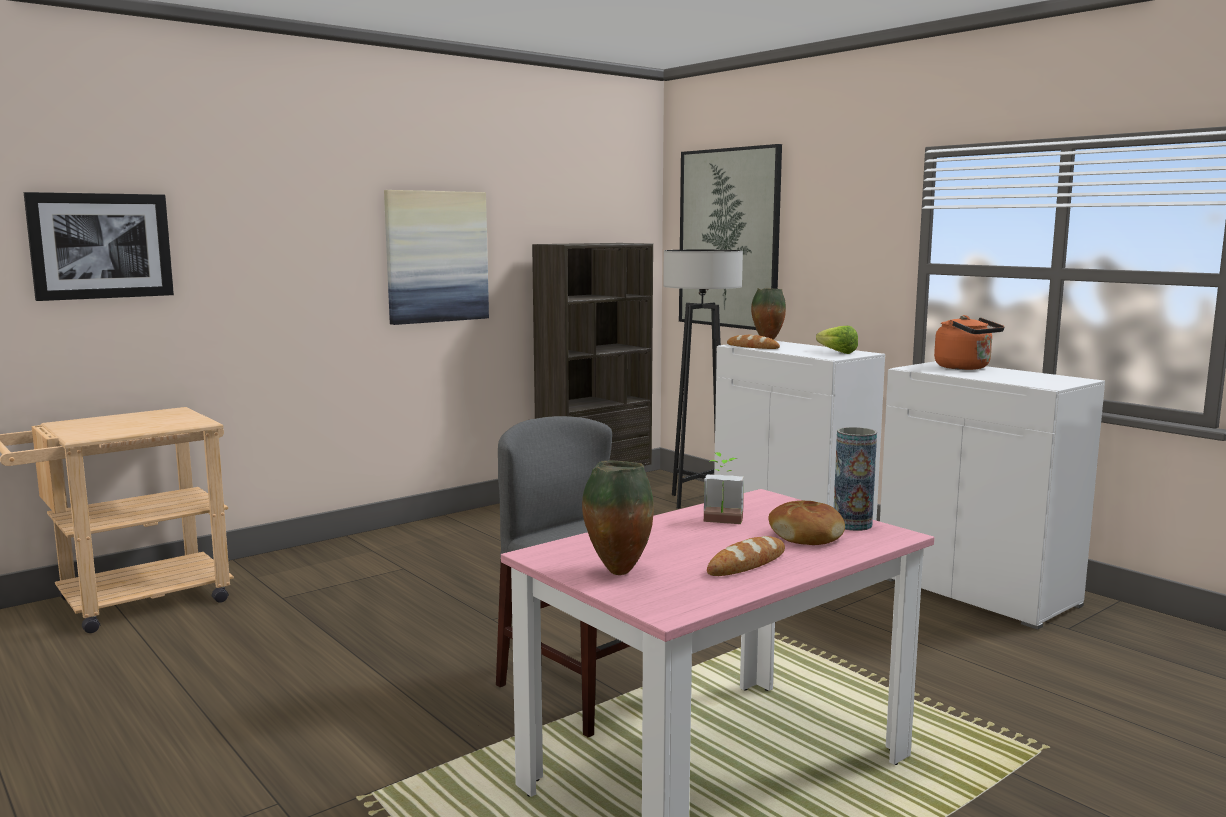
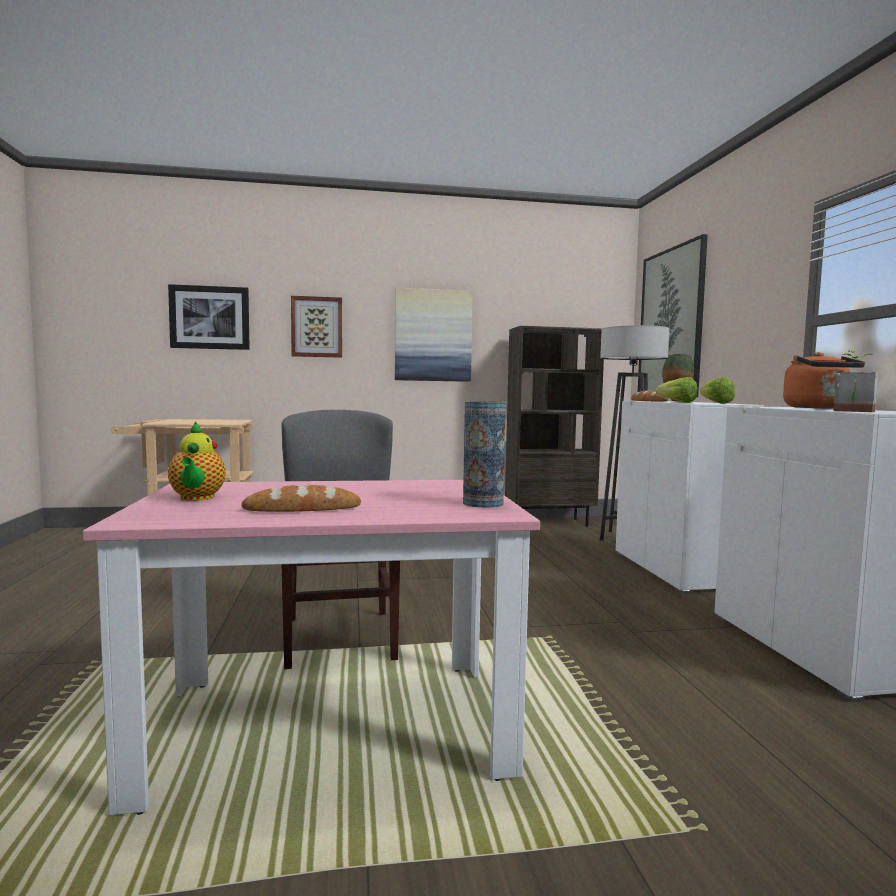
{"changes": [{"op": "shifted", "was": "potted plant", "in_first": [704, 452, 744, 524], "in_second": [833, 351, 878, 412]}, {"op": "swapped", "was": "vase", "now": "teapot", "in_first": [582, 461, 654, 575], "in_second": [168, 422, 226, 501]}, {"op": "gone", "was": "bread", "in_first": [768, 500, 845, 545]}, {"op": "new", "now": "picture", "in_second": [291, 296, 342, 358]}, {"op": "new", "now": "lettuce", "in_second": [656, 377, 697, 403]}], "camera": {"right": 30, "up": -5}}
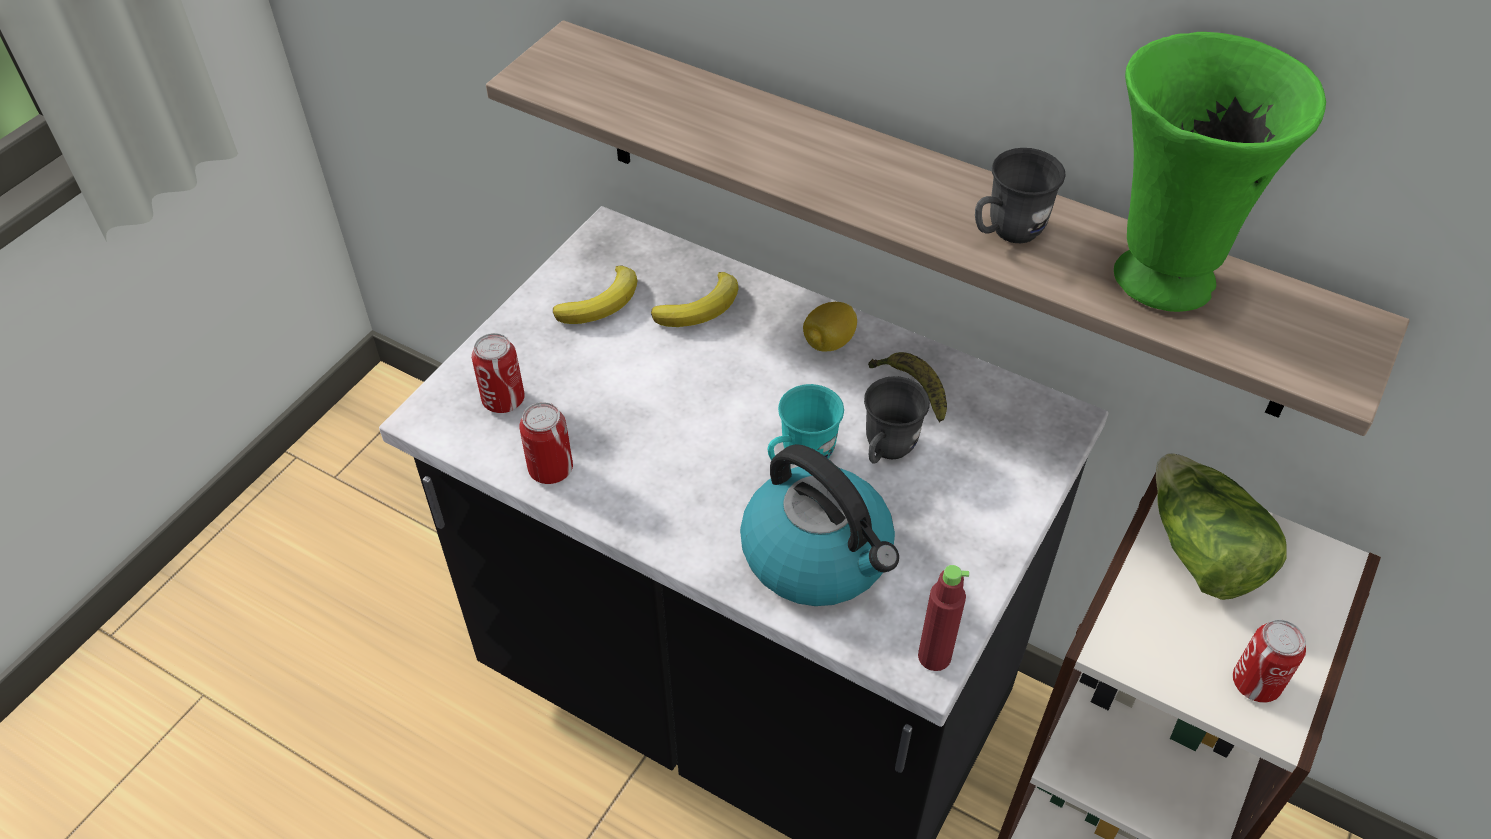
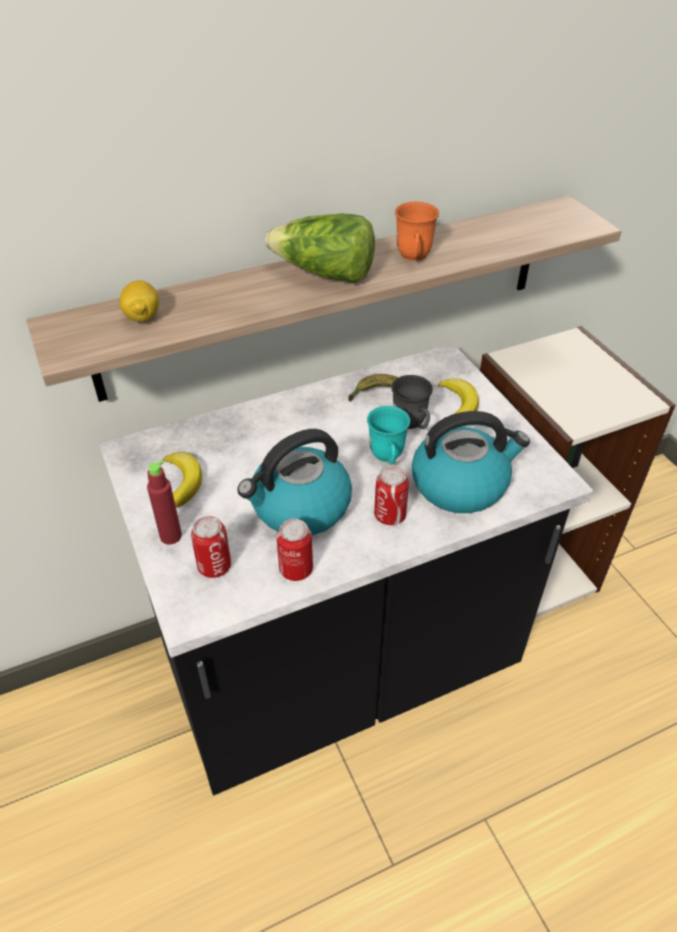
{"changes": [{"op": "gone", "was": "green vase", "in_first": [1114, 32, 1326, 312]}, {"op": "repainted", "was": "grey mug", "now": "orange mug", "in_first": [975, 148, 1066, 243], "in_second": [395, 201, 439, 261]}, {"op": "shifted", "was": "banana", "in_first": [651, 272, 739, 327], "in_second": [438, 378, 479, 414]}, {"op": "shifted", "was": "lemon", "in_first": [803, 302, 857, 352], "in_second": [120, 280, 159, 322]}, {"op": "shifted", "was": "lettuce", "in_first": [1156, 453, 1287, 600], "in_second": [265, 214, 375, 283]}, {"op": "shifted", "was": "red bottle", "in_first": [918, 565, 969, 671], "in_second": [147, 461, 182, 545]}, {"op": "shifted", "was": "can", "in_first": [1233, 619, 1306, 703], "in_second": [374, 466, 409, 525]}, {"op": "new", "now": "kettle", "in_second": [238, 429, 352, 535]}], "camera": {"right": -55, "up": -5}}
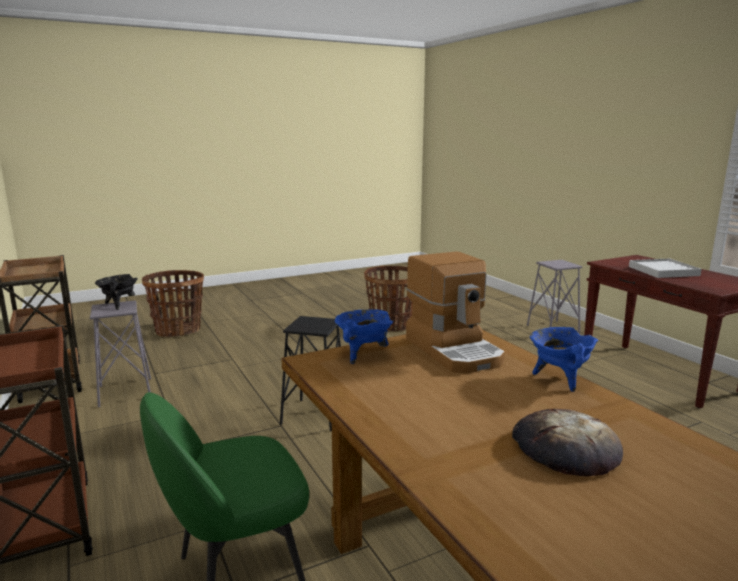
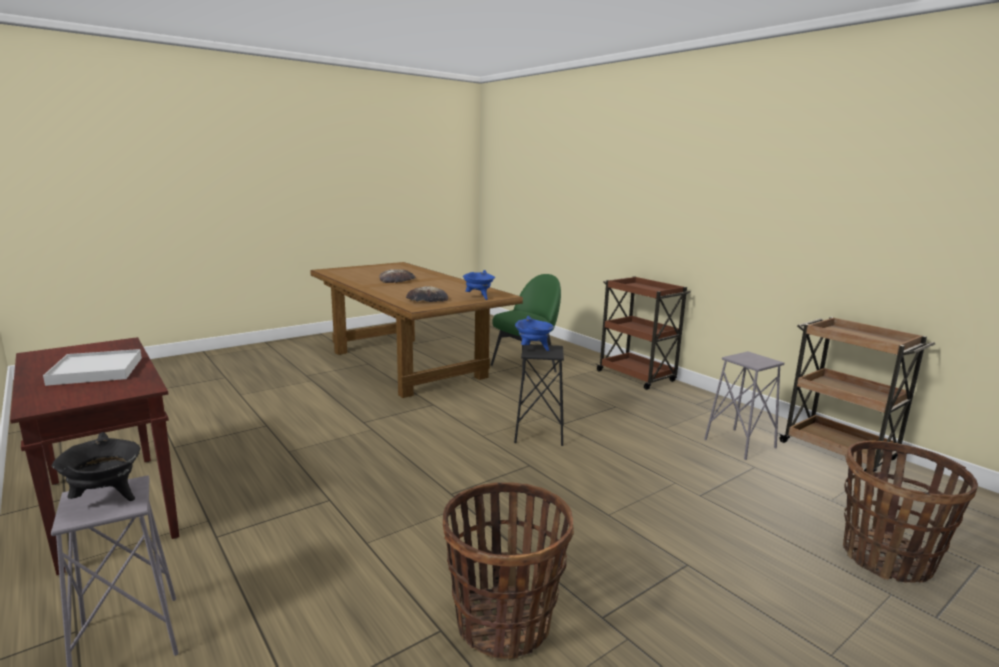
{"changes": [{"op": "swapped", "was": "coffee machine", "now": "bread", "in_first": [406, 251, 505, 374], "in_second": [406, 286, 448, 302]}, {"op": "shifted", "was": "black cooking pot", "in_first": [95, 274, 138, 310], "in_second": [52, 432, 140, 501]}, {"op": "shifted", "was": "blue cooking pot", "in_first": [530, 327, 598, 392], "in_second": [515, 316, 554, 351]}], "camera": {"right": 170, "up": 0}}
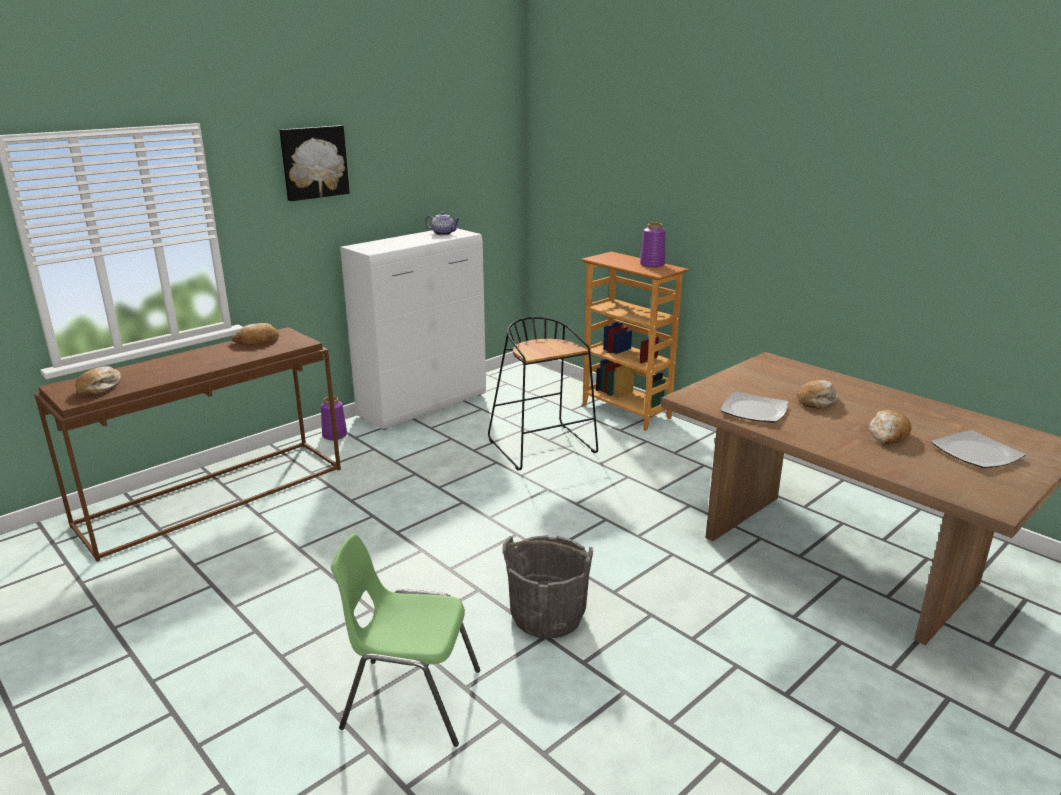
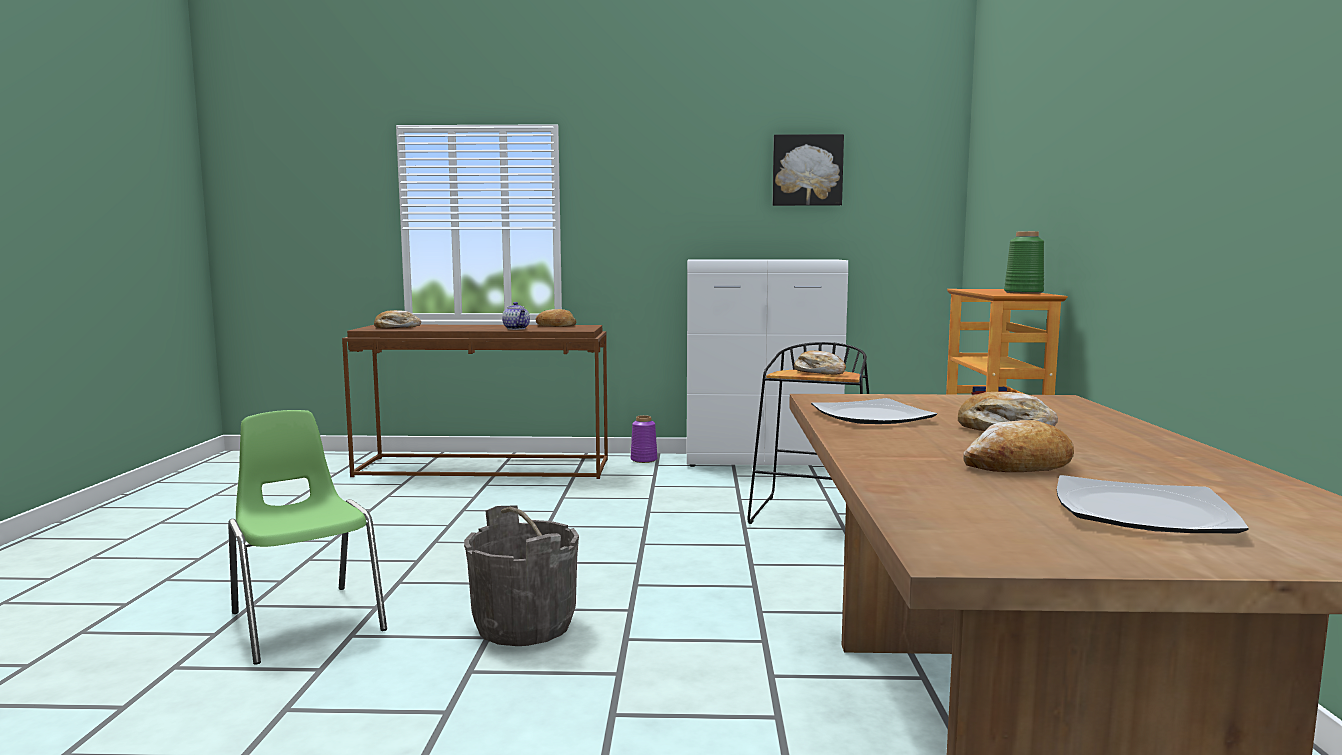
{"changes": [{"op": "shifted", "was": "picture", "in_first": [279, 125, 350, 201], "in_second": [772, 134, 844, 206]}, {"op": "shifted", "was": "teapot", "in_first": [425, 212, 461, 235], "in_second": [502, 302, 530, 330]}, {"op": "repainted", "was": "purple vase", "now": "green vase", "in_first": [640, 223, 665, 268], "in_second": [1004, 231, 1044, 294]}, {"op": "new", "now": "bread", "in_second": [794, 350, 846, 375]}], "camera": {"right": 45, "up": -15}}
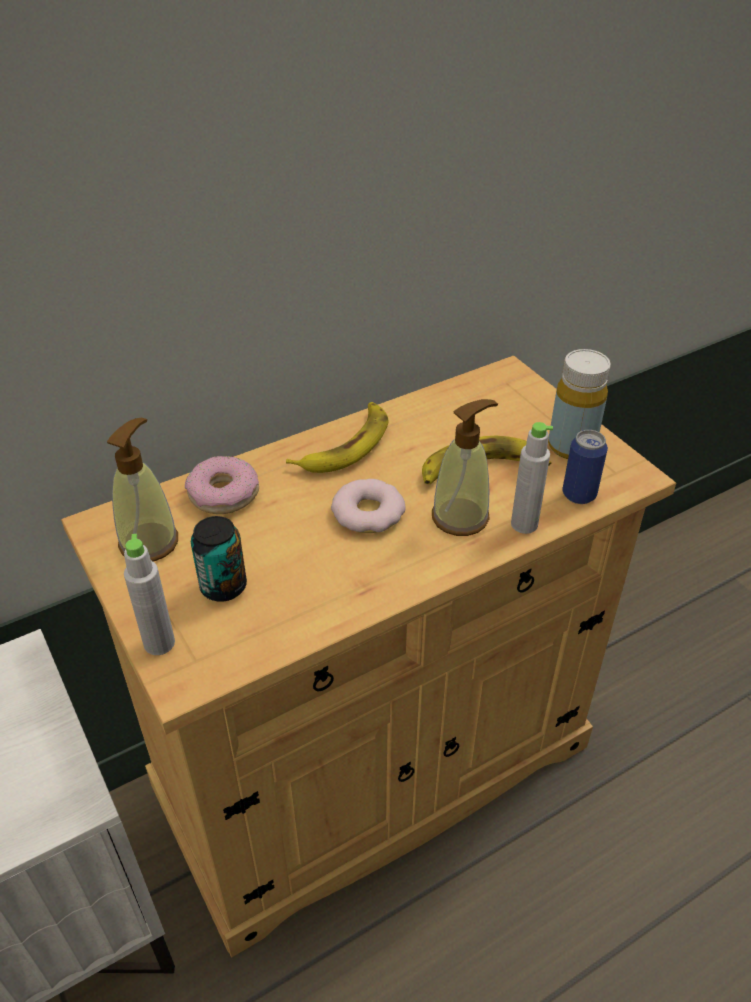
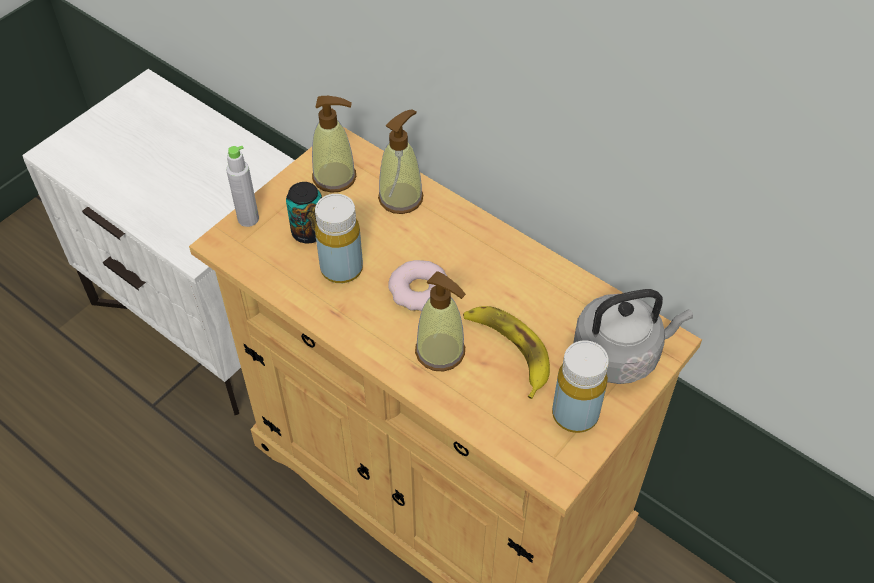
{"changes": [{"op": "gone", "was": "banana", "in_first": [286, 402, 389, 473]}, {"op": "gone", "was": "grey bottle", "in_first": [511, 422, 553, 534]}, {"op": "gone", "was": "can", "in_first": [562, 430, 608, 504]}, {"op": "swapped", "was": "donut", "now": "soap dispenser", "in_first": [185, 456, 259, 514], "in_second": [378, 109, 423, 214]}, {"op": "new", "now": "yellow bottle", "in_second": [315, 194, 363, 283]}, {"op": "new", "now": "grey kettle", "in_second": [573, 289, 693, 384]}], "camera": {"right": 70, "up": 10}}
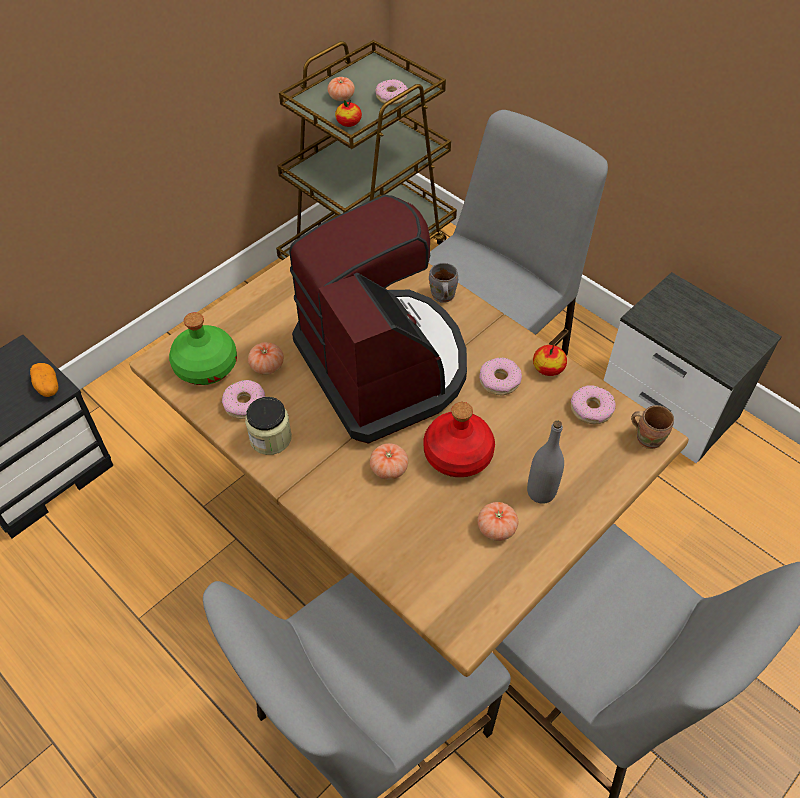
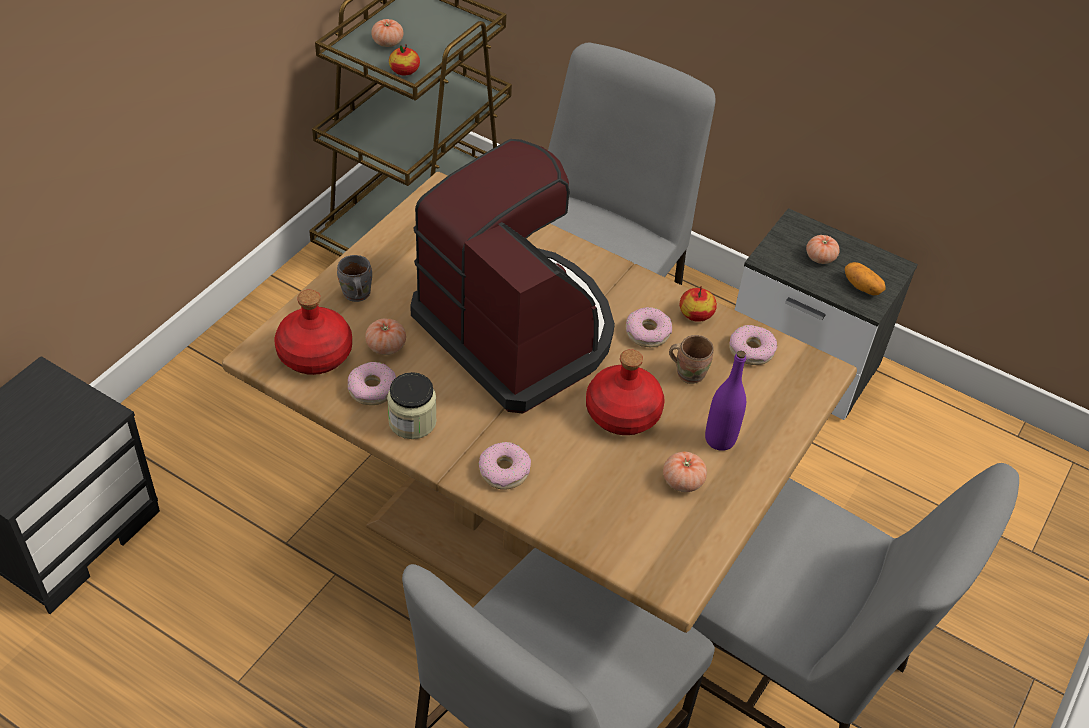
{"changes": [{"op": "shifted", "was": "donut", "in_first": [375, 79, 408, 105], "in_second": [479, 442, 531, 490]}, {"op": "shifted", "was": "grey mug", "in_first": [429, 263, 458, 303], "in_second": [337, 255, 372, 302]}, {"op": "repainted", "was": "green bottle", "now": "red bottle", "in_first": [169, 312, 237, 385], "in_second": [274, 289, 352, 375]}, {"op": "shifted", "was": "potato", "in_first": [30, 363, 58, 397], "in_second": [845, 262, 886, 295]}, {"op": "shifted", "was": "brown mug", "in_first": [631, 405, 674, 449], "in_second": [669, 335, 714, 384]}, {"op": "repainted", "was": "grey bottle", "now": "purple bottle", "in_first": [527, 421, 564, 504], "in_second": [705, 350, 746, 451]}, {"op": "shifted", "was": "tomato", "in_first": [370, 443, 408, 480], "in_second": [806, 235, 840, 264]}], "camera": {"right": -15, "up": -5}}
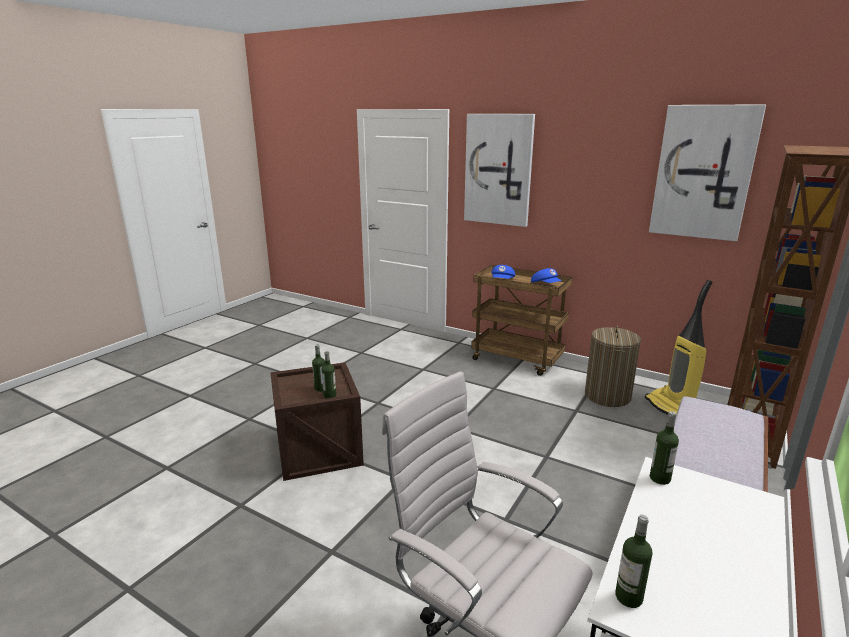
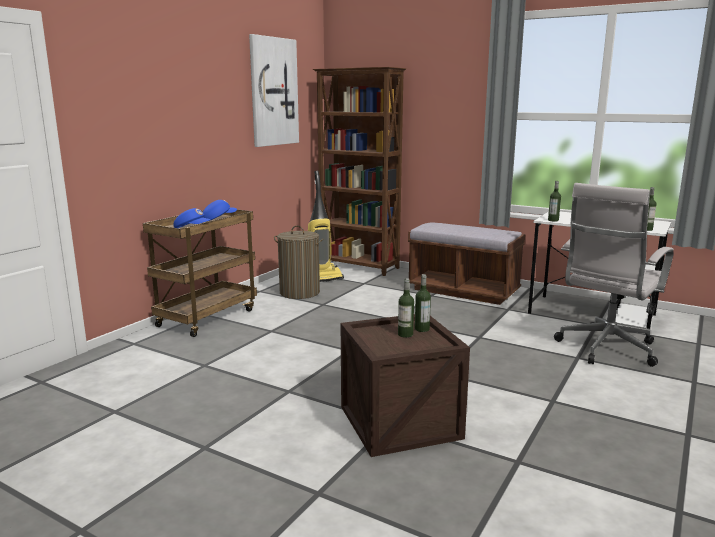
{"changes": [{"op": "gone", "was": "picture", "in_first": [464, 114, 535, 227]}], "camera": {"right": -90, "up": -5}}
